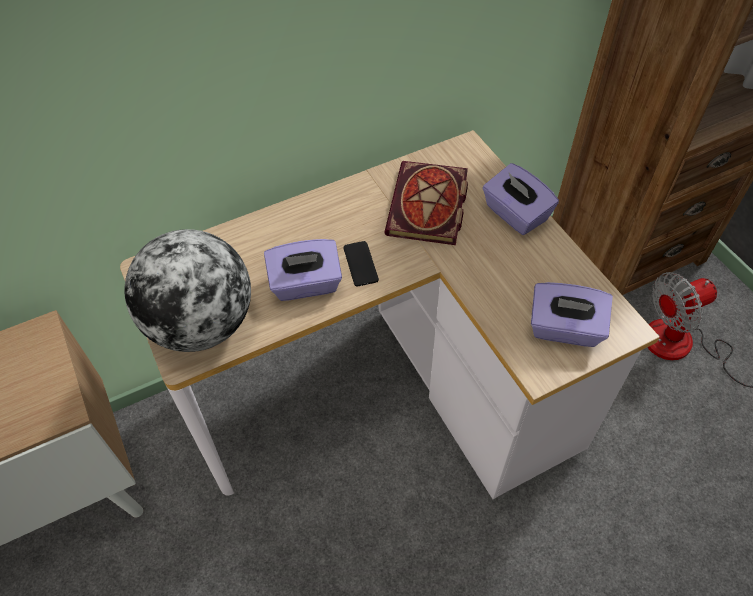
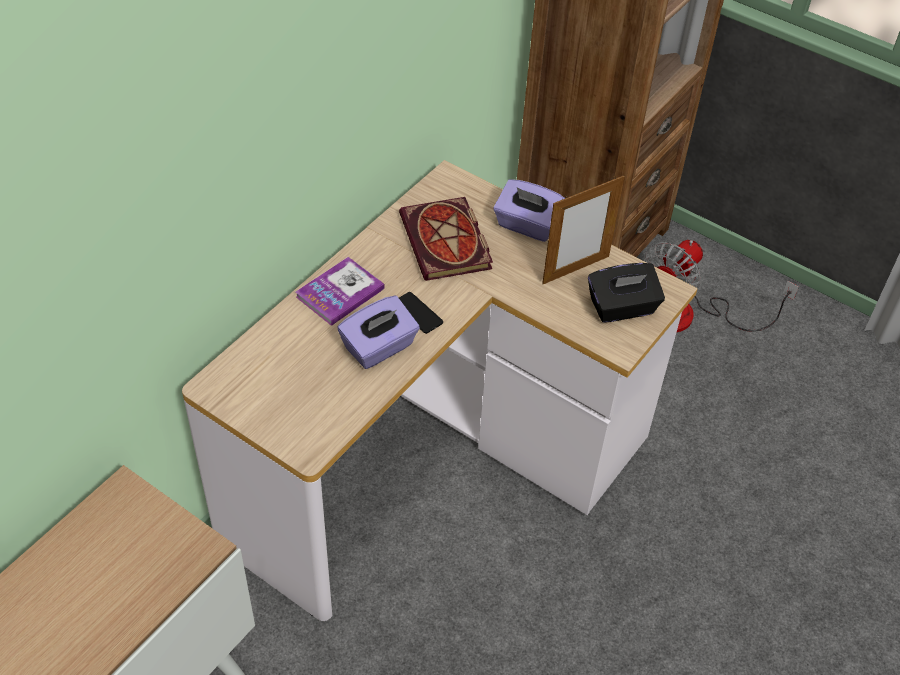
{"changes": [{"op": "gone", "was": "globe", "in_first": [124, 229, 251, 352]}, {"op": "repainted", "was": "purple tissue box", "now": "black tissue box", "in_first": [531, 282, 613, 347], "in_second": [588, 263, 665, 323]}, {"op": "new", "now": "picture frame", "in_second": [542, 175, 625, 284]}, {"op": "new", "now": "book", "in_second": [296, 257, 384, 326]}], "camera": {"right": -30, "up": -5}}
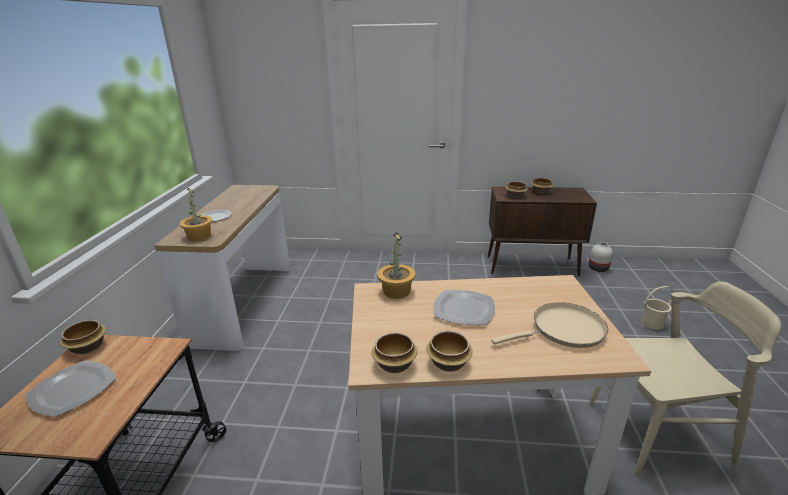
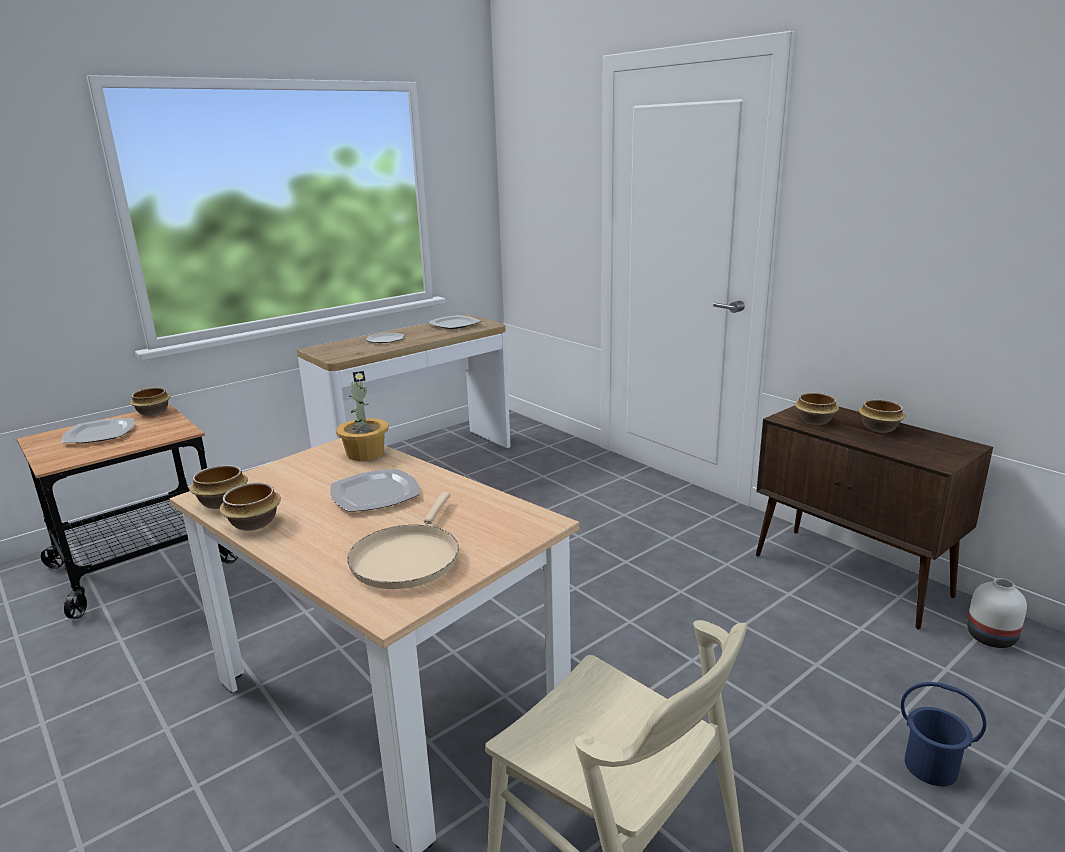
{"changes": [{"op": "gone", "was": "potted plant", "in_first": [180, 188, 213, 241]}, {"op": "repainted", "was": "beige bucket", "now": "blue bucket", "in_first": [641, 286, 674, 330], "in_second": [901, 682, 987, 786]}, {"op": "rotated", "was": "beige frying pan", "in_first": [491, 302, 608, 348], "in_second": [347, 492, 459, 589], "clockwise": 75}, {"op": "new", "now": "plate", "in_second": [428, 315, 481, 329]}], "camera": {"right": 45, "up": -5}}
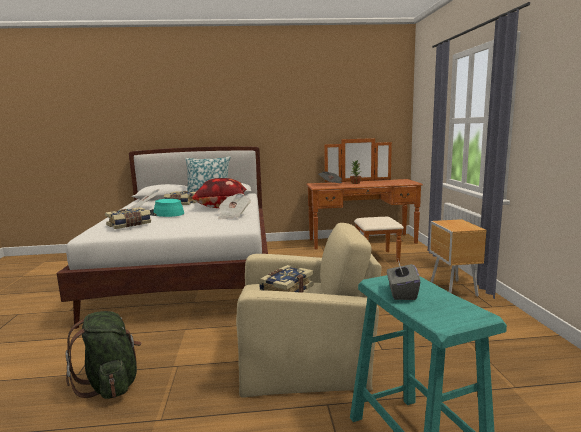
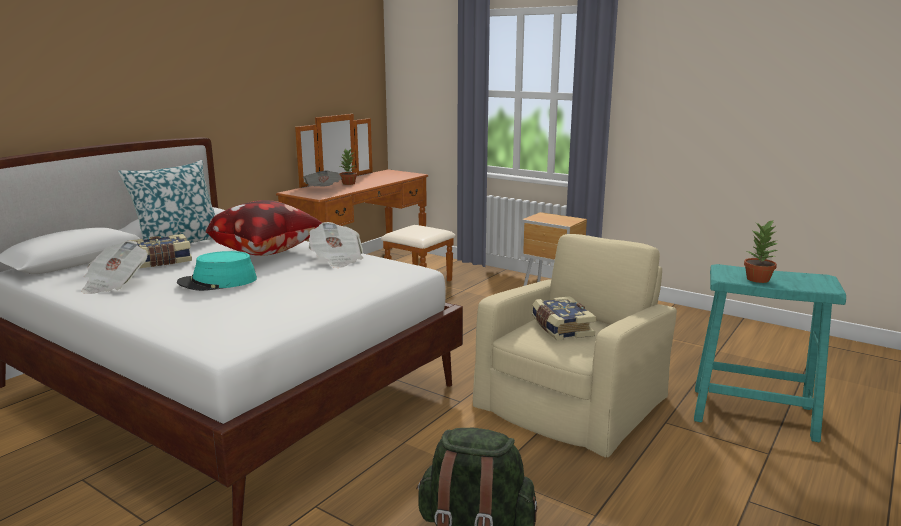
{"changes": [{"op": "gone", "was": "book", "in_first": [105, 207, 151, 229]}, {"op": "swapped", "was": "grey tissue box", "now": "potted plant", "in_first": [387, 260, 420, 300], "in_second": [744, 219, 778, 283]}], "camera": {"right": -50, "up": 5}}
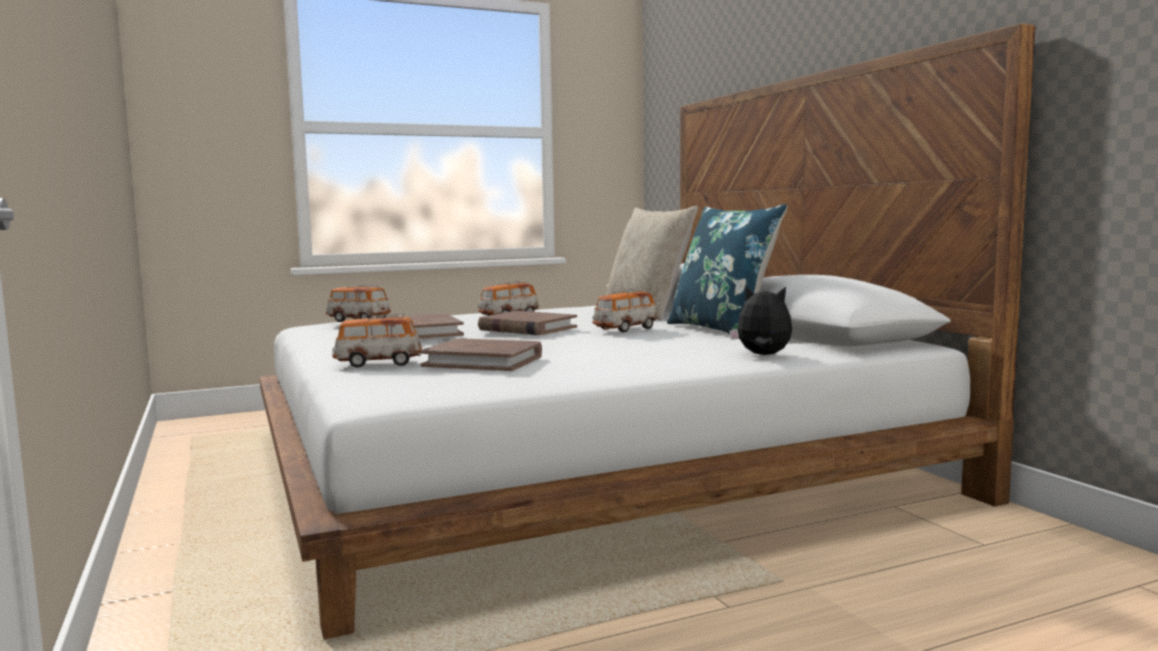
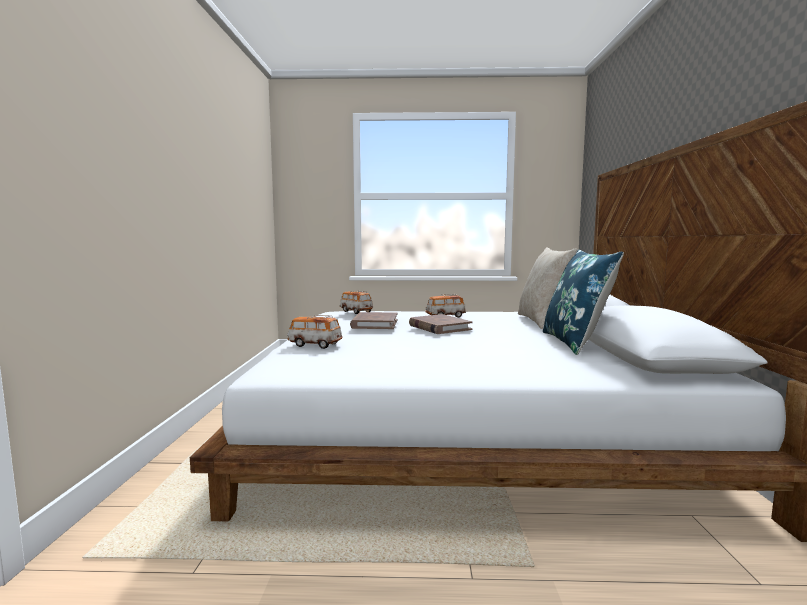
{"changes": [{"op": "gone", "was": "plush toy", "in_first": [729, 286, 792, 355]}, {"op": "gone", "was": "toy car", "in_first": [592, 289, 658, 332]}, {"op": "gone", "was": "brown book", "in_first": [420, 338, 542, 371]}], "camera": {"right": 25, "up": 0}}
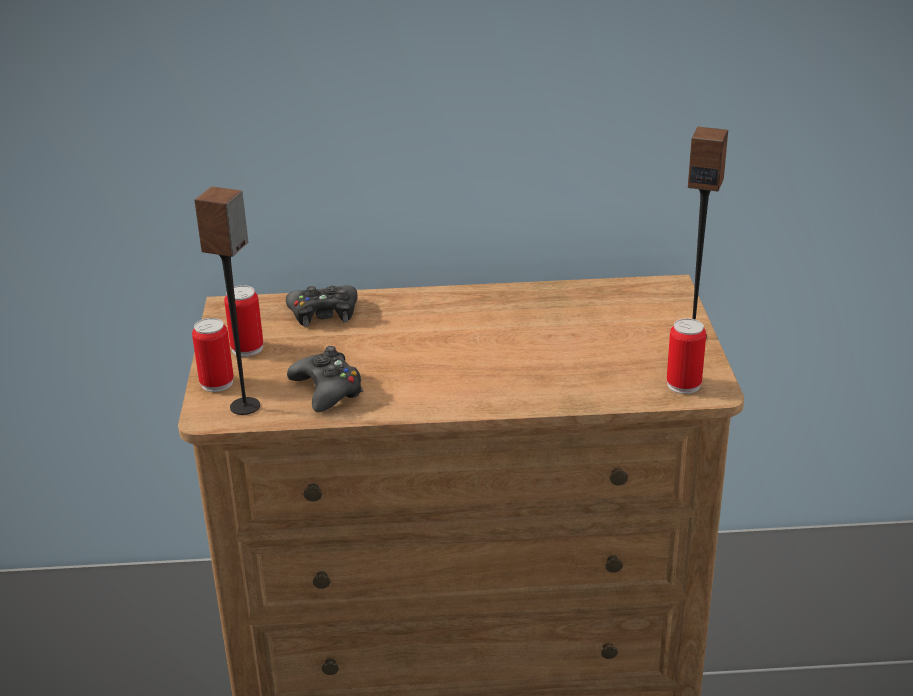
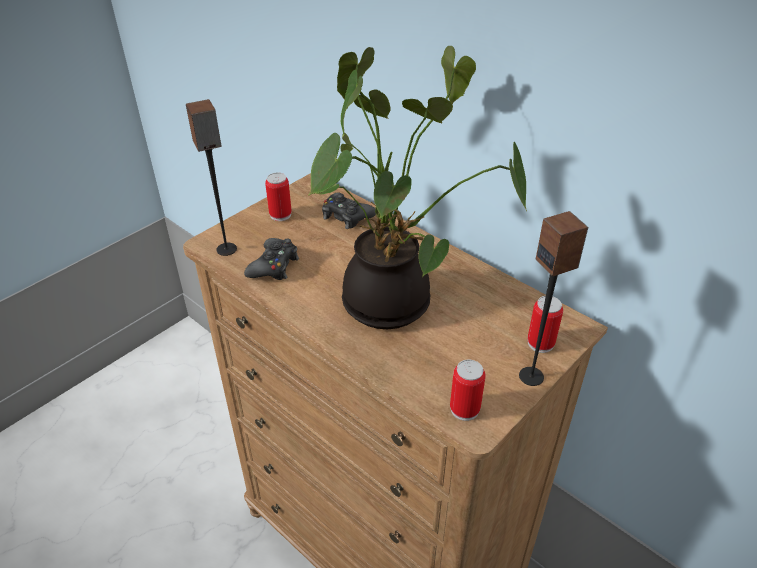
{"changes": [{"op": "shifted", "was": "can", "in_first": [192, 318, 234, 392], "in_second": [527, 296, 563, 353]}, {"op": "new", "now": "potted plant", "in_second": [308, 46, 527, 329]}], "camera": {"right": 45, "up": 10}}
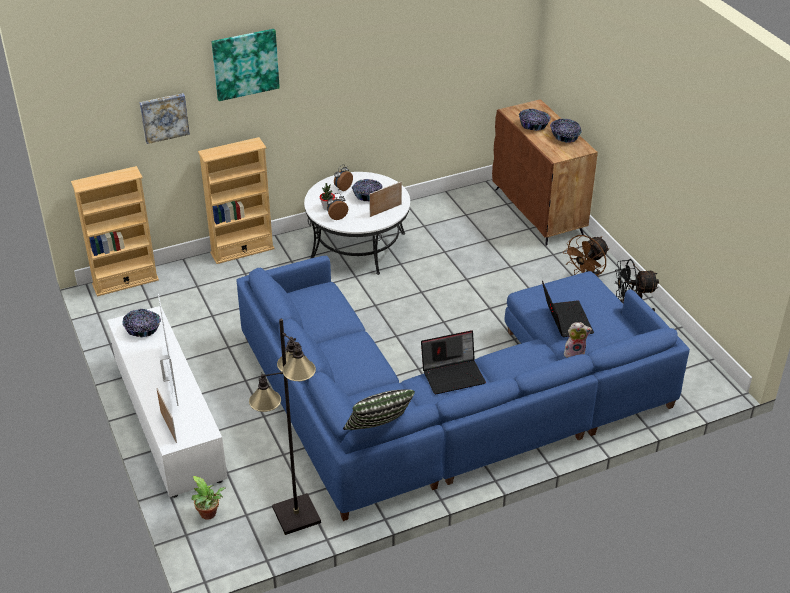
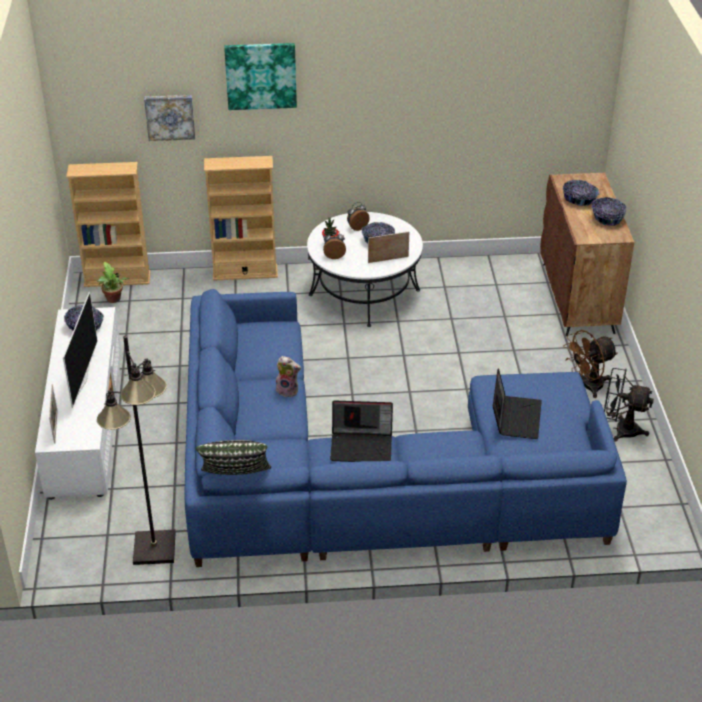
{"changes": [{"op": "shifted", "was": "plush toy", "in_first": [564, 322, 592, 358], "in_second": [276, 356, 301, 397]}, {"op": "shifted", "was": "potted plant", "in_first": [192, 476, 226, 520], "in_second": [97, 262, 129, 303]}], "camera": {"right": 20, "up": 0}}
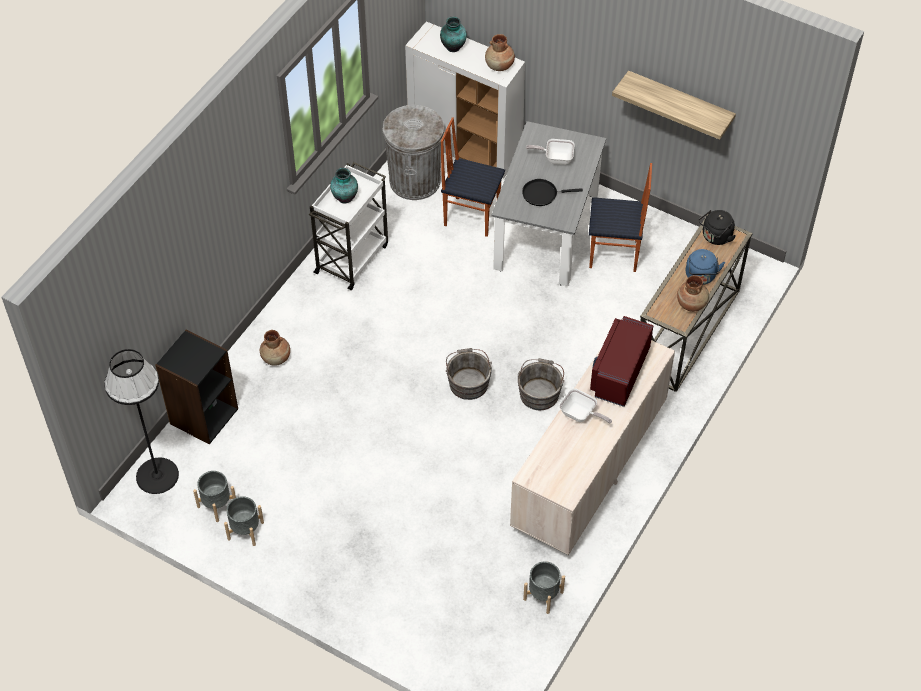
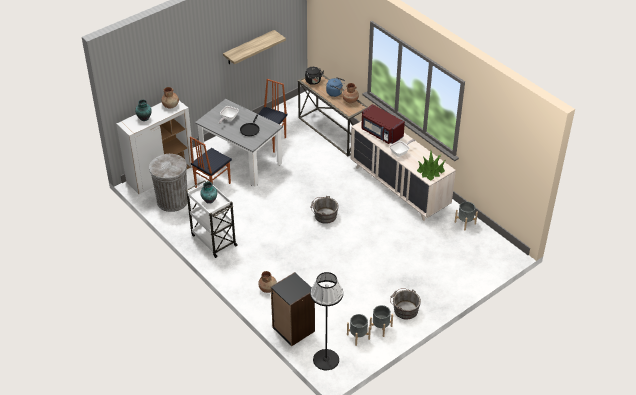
{"changes": [{"op": "shifted", "was": "grey bucket", "in_first": [517, 358, 564, 410], "in_second": [390, 288, 421, 319]}, {"op": "new", "now": "potted plant", "in_second": [417, 151, 445, 181]}], "camera": {"right": -70, "up": -10}}
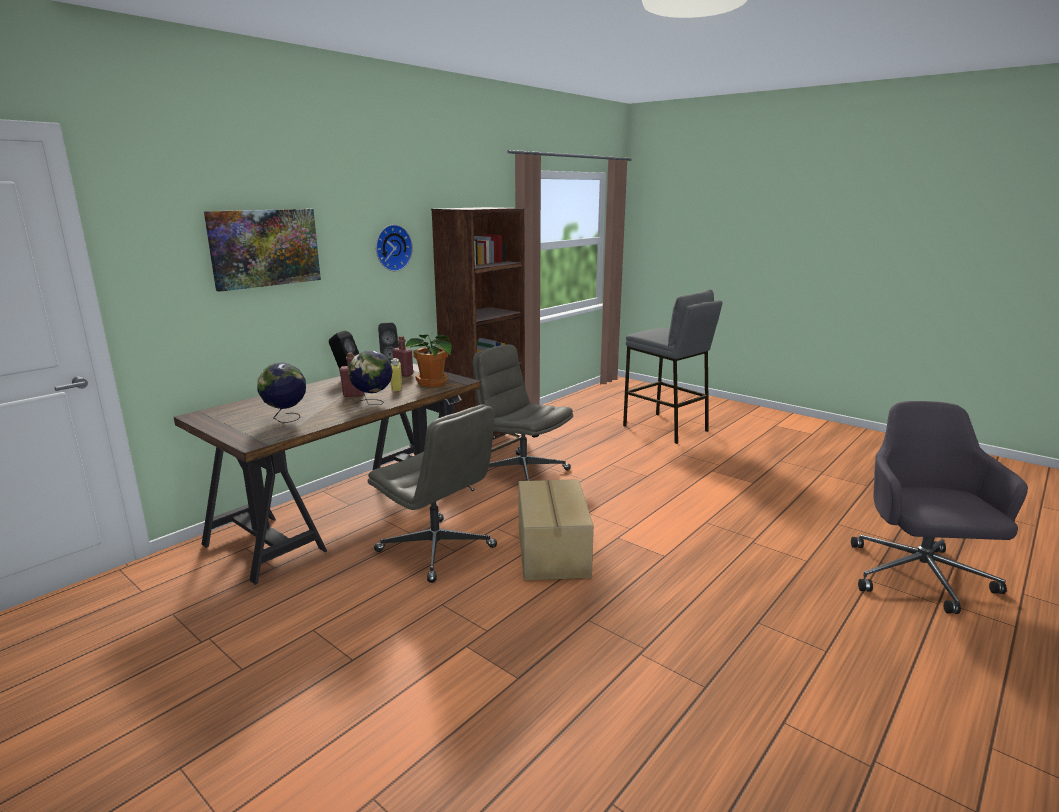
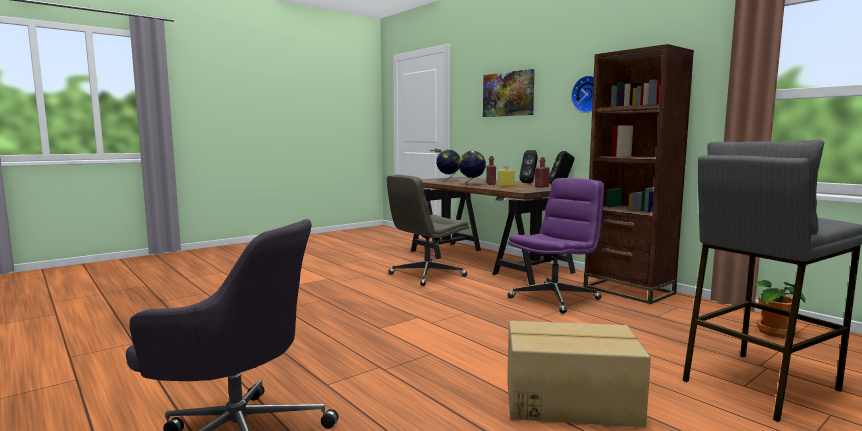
{"changes": [{"op": "shifted", "was": "potted plant", "in_first": [405, 333, 452, 387], "in_second": [753, 280, 805, 338]}, {"op": "repainted", "was": "grey office chair", "now": "purple office chair", "in_first": [472, 344, 573, 481], "in_second": [508, 178, 605, 314]}, {"op": "shifted", "was": "cardboard box", "in_first": [518, 479, 594, 580], "in_second": [507, 321, 651, 427]}], "camera": {"right": 100, "up": -10}}
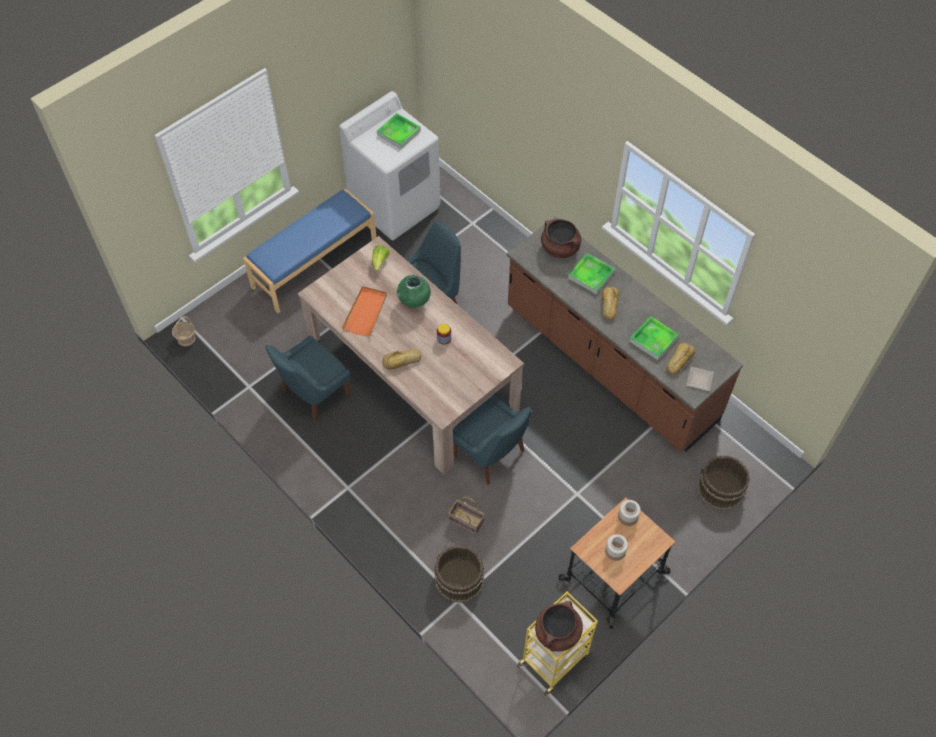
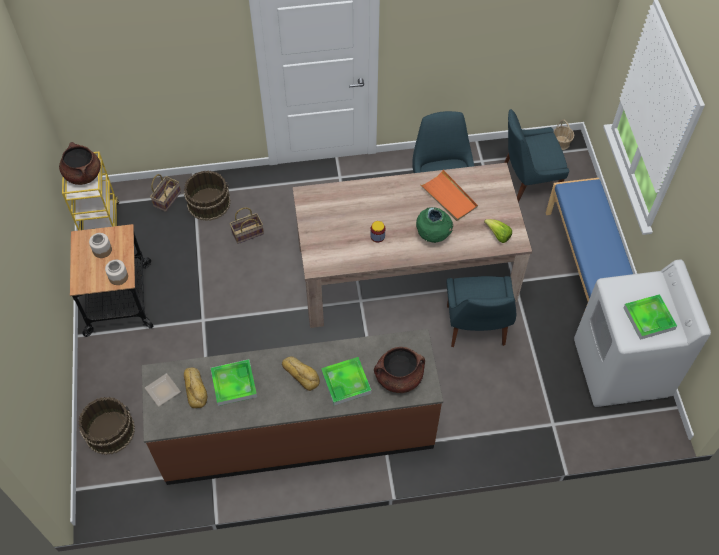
{"changes": [{"op": "gone", "was": "bread", "in_first": [383, 349, 421, 369]}, {"op": "shifted", "was": "blue chair", "in_first": [453, 395, 531, 485], "in_second": [504, 109, 569, 202]}, {"op": "new", "now": "basket", "in_second": [150, 174, 181, 212]}], "camera": {"right": 125, "up": 0}}
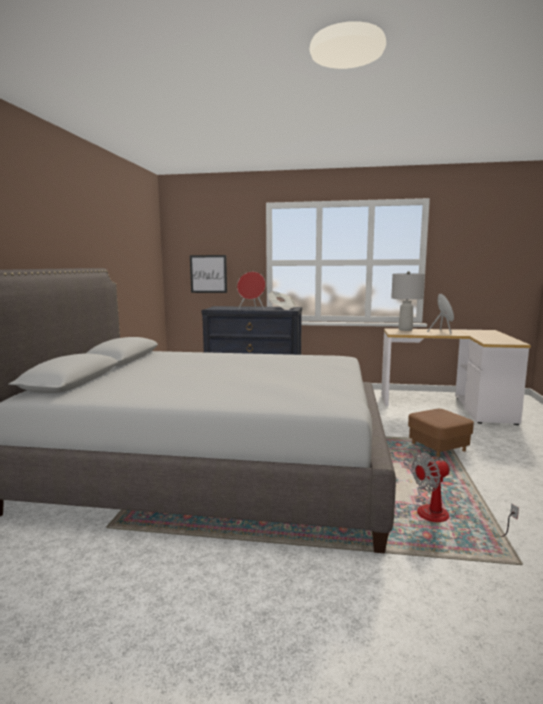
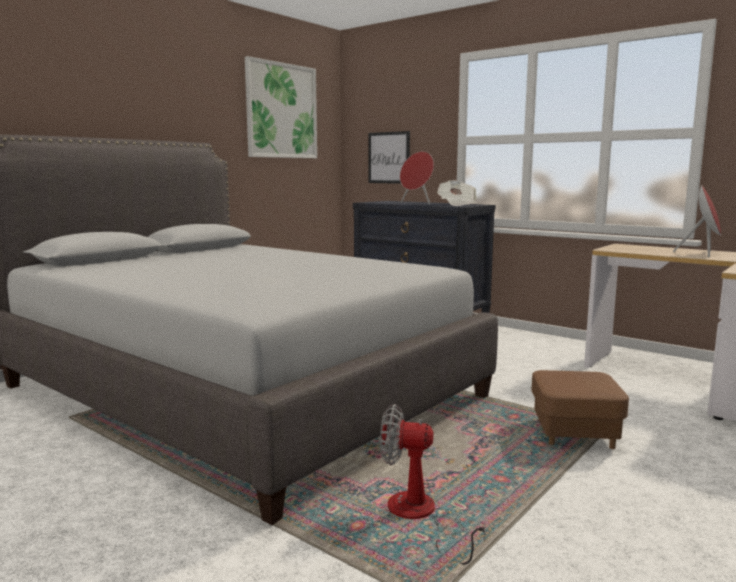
{"changes": [{"op": "gone", "was": "grey table lamp", "in_first": [391, 271, 425, 331]}, {"op": "new", "now": "picture", "in_second": [245, 56, 317, 158]}], "camera": {"right": 30, "up": 0}}
